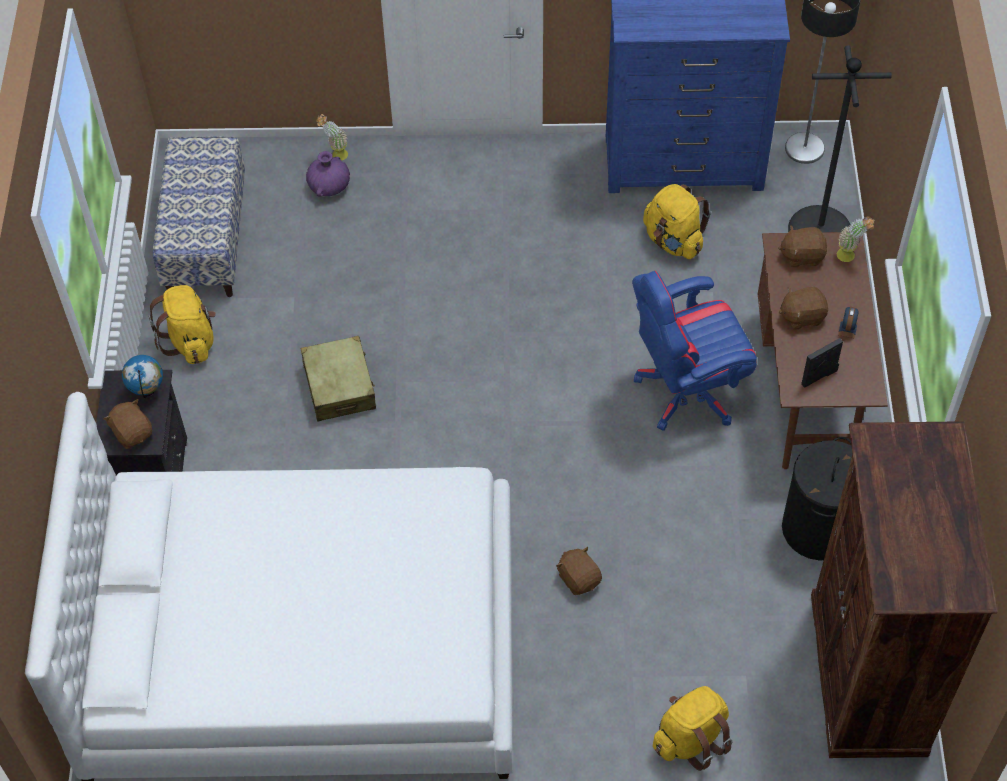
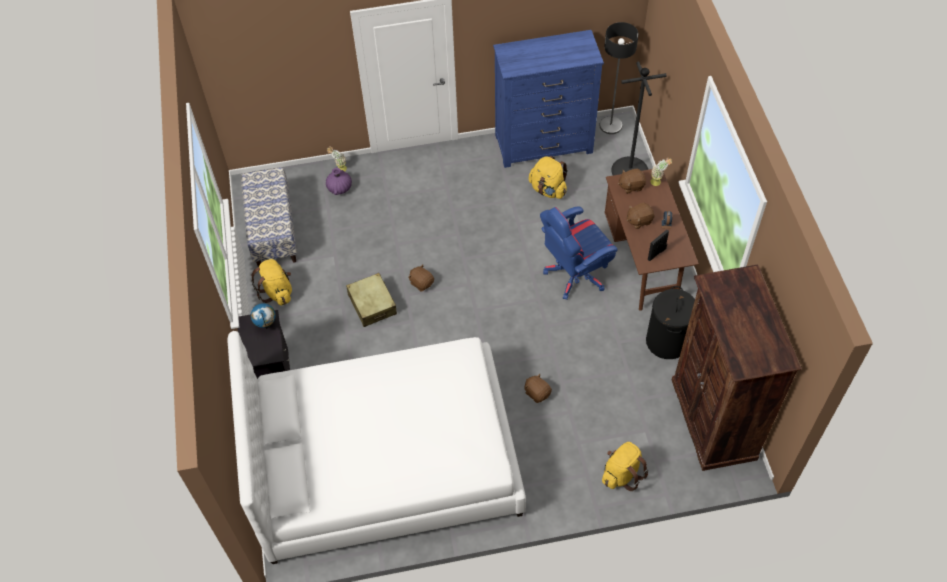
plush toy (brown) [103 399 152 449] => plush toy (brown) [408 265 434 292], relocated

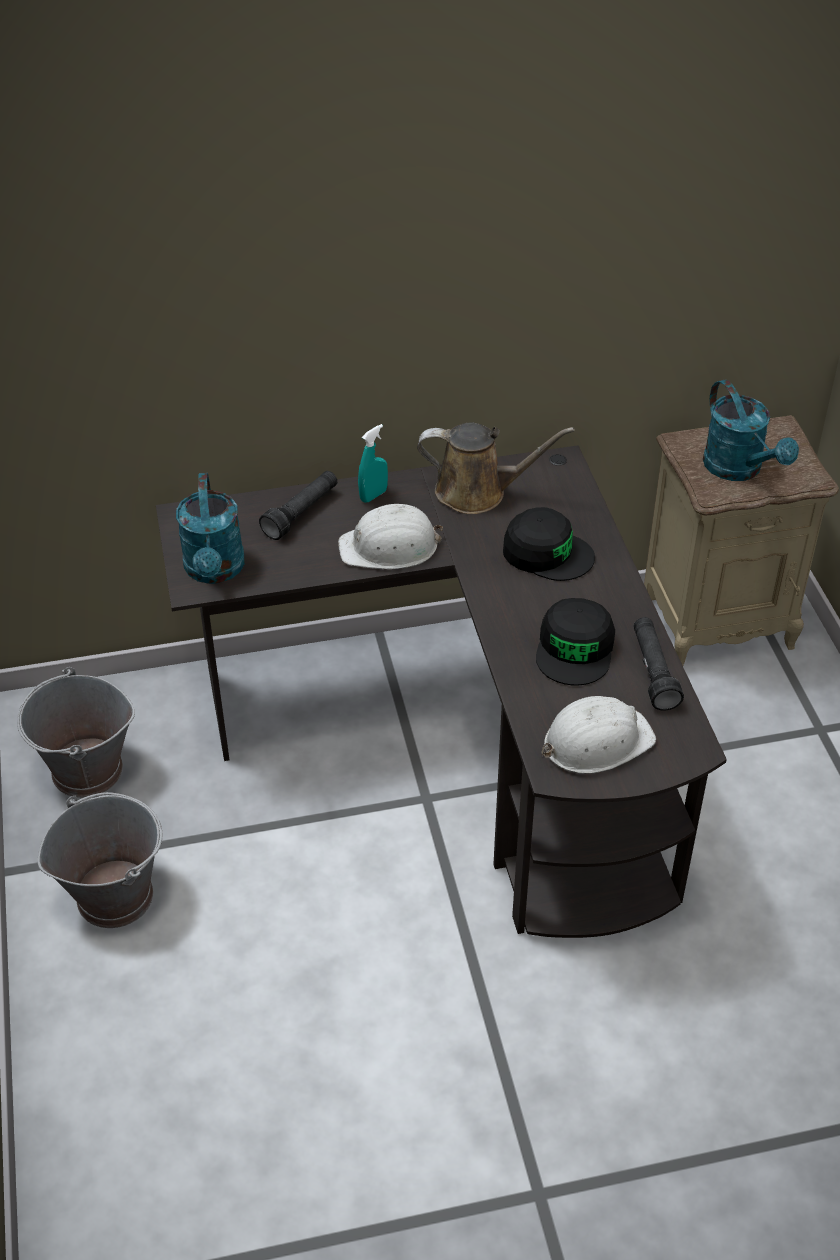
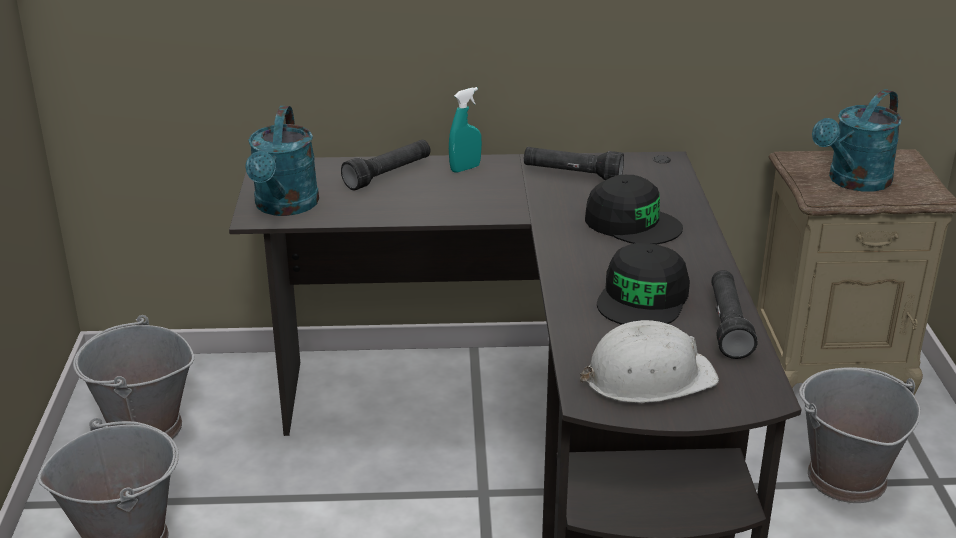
watering can (turquoise) [703 380 799 481] => watering can (turquoise) [812 89 902 192], 60 degrees clockwise
watering can (brown) [417 423 575 514] => flashlight (black) [524 147 624 180]
hard hat (white) [338 504 443 569] => nothing
nothing => bucket (grey) [799 367 921 503]

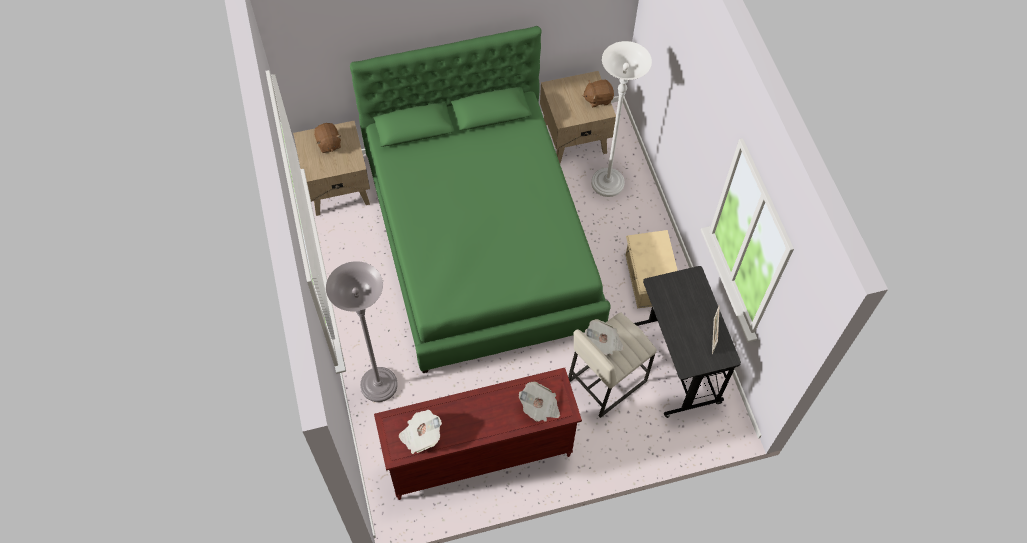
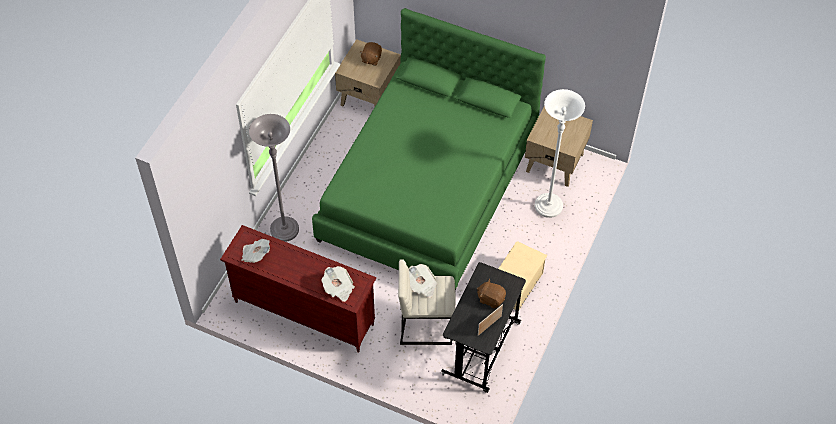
plush toy (brown) [583 80 614 107] => plush toy (brown) [477 279 506 308], relocated

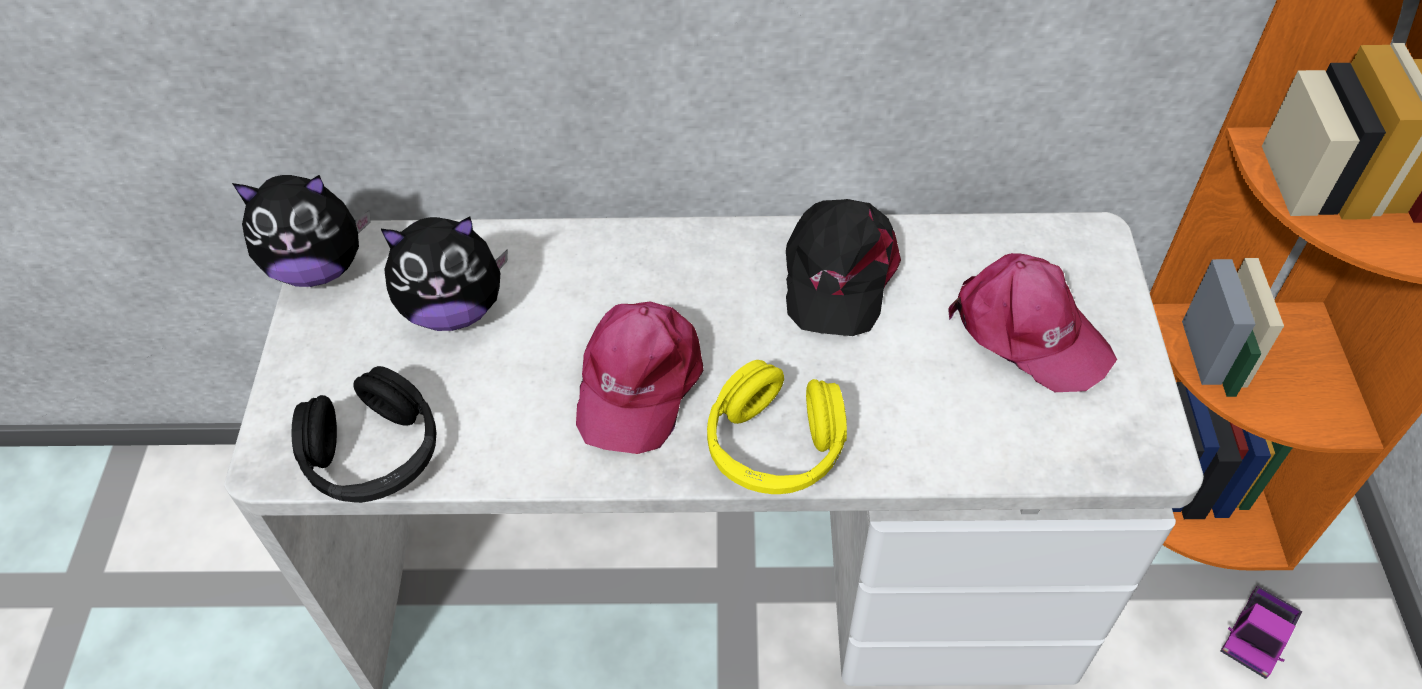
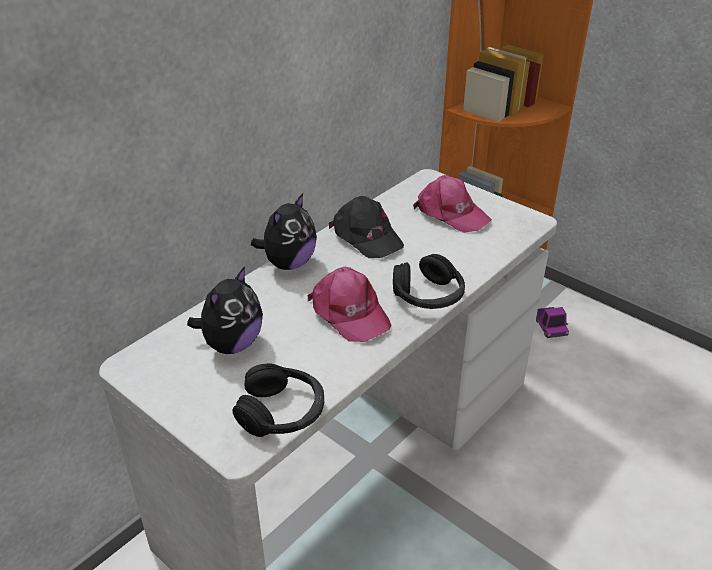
plush toy [232 175 371 287] => plush toy [251 193 317 270], relocated
cap (pink) [948 253 1117 392] => cap (pink) [413 175 492 233], 45 degrees clockwise
headphones (yellow) [707 360 847 494] => headphones (black) [393 254 465 309]

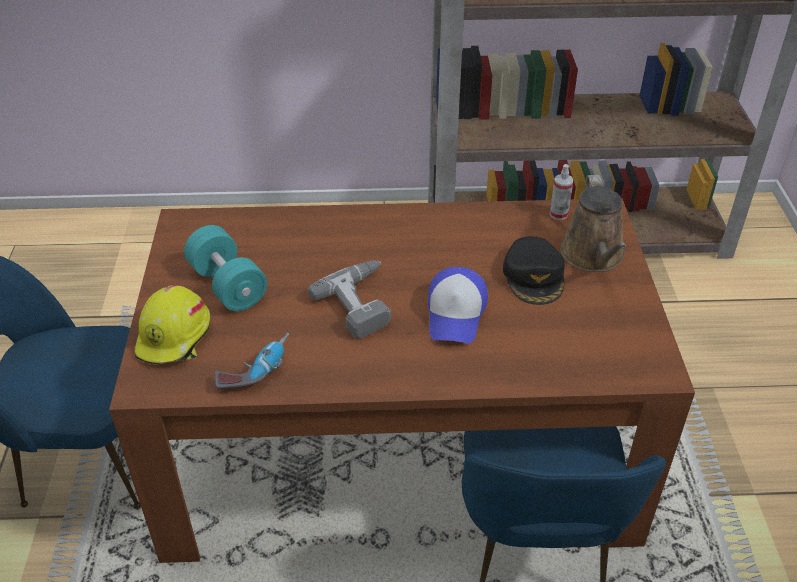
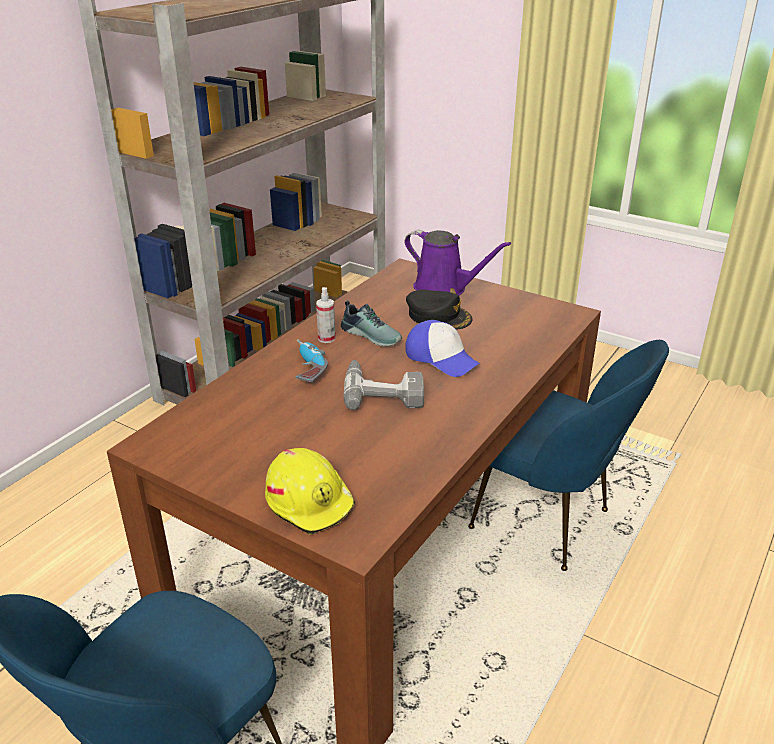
spray bottle [550 164 574 220] => spray bottle [316 287 336 343], relocated
watering can (brown) [560 175 626 272] => watering can (purple) [404 230 511 295]
dumbbell (turquoise) [184 225 267 311] => nothing
power drill [215 333 289 388] => power drill [296 339 328 382], relocated
nothing => shoe [341 300 402 347]

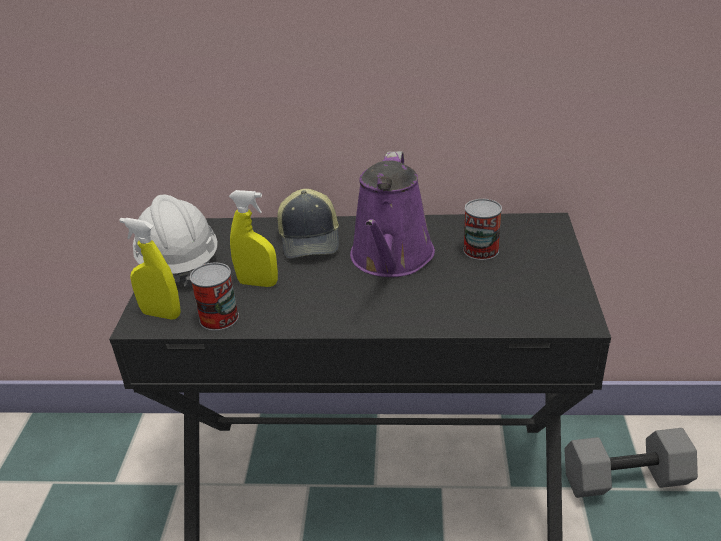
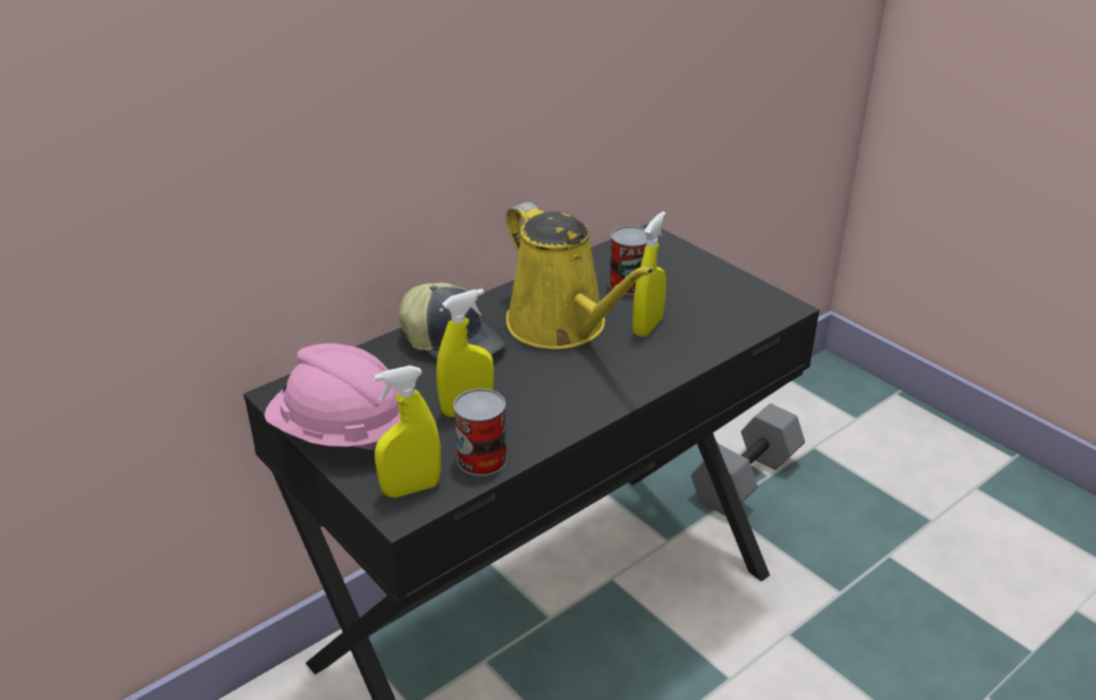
watering can (purple) [350 151 435 277] => watering can (yellow) [506 202 654 349]
hard hat (white) [133 194 218 287] => hard hat (pink) [264 343 401 450]
nothing => spray bottle (yellow) [633 212 666 337]

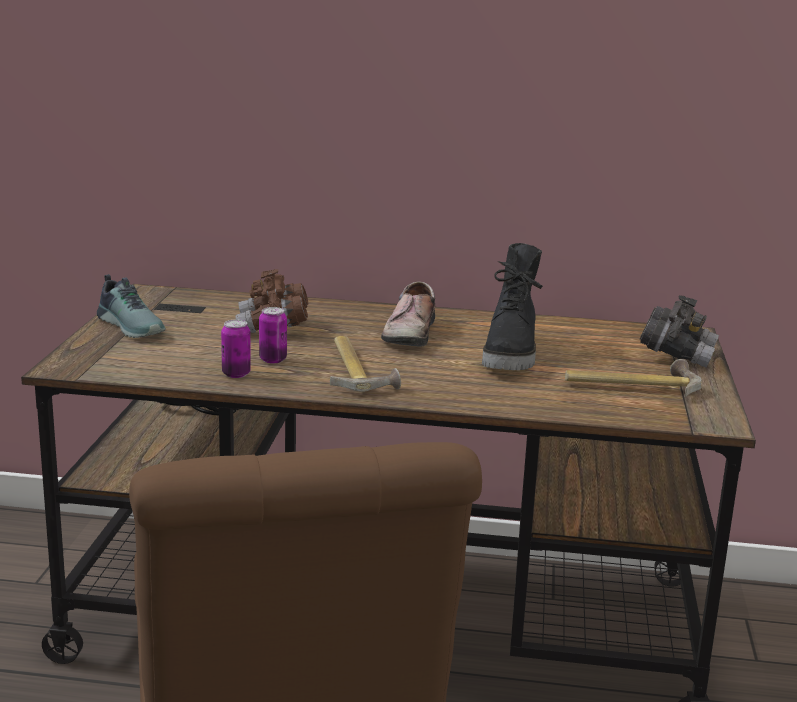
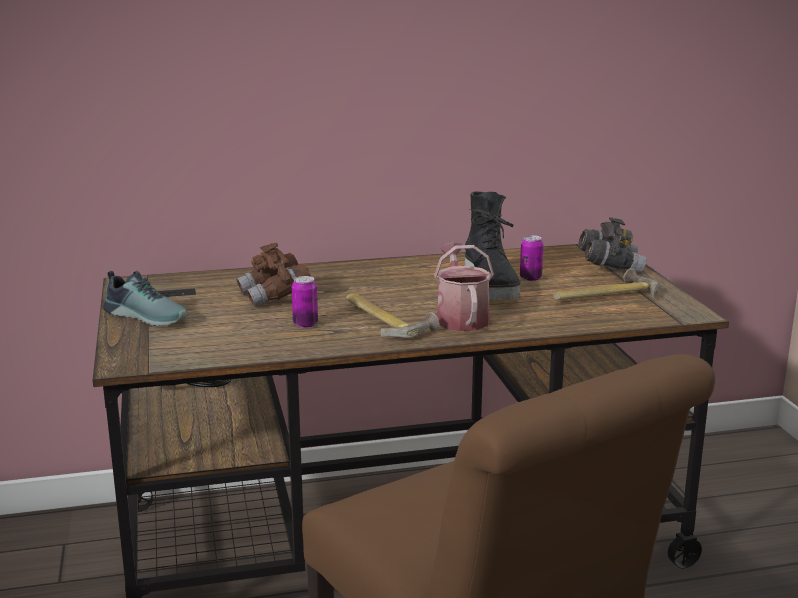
shoe [381 281 435 346] => nothing
can [221 320 251 378] => can [520 235 544 281], relocated
nothing => watering can [434 242 494 331]

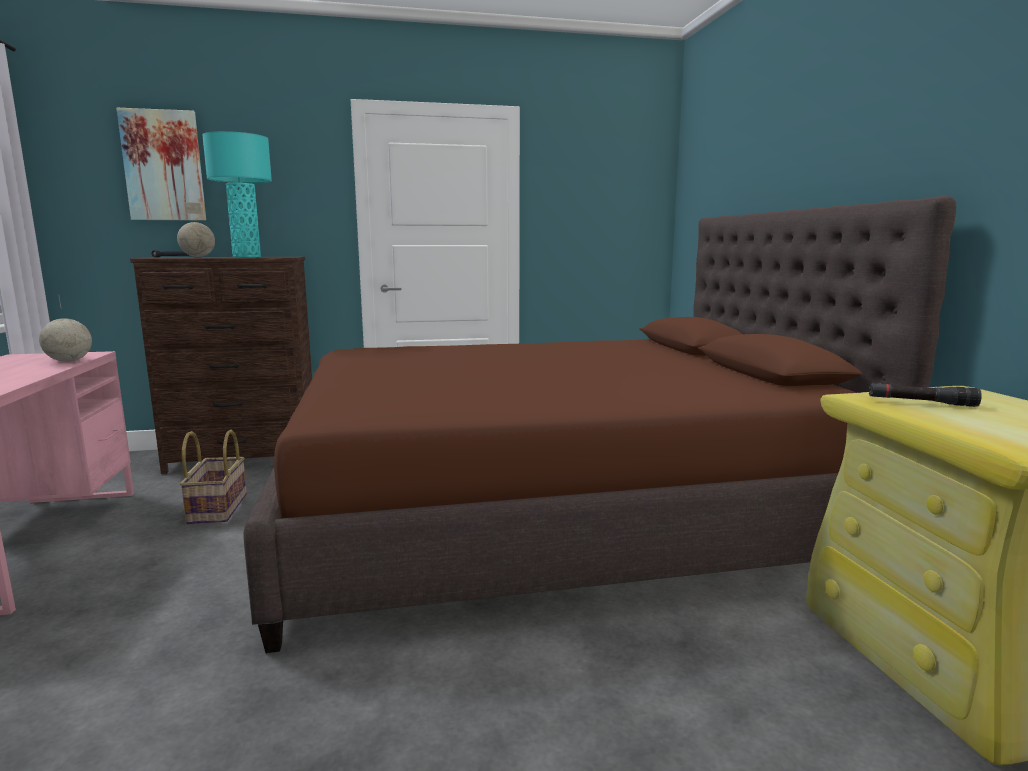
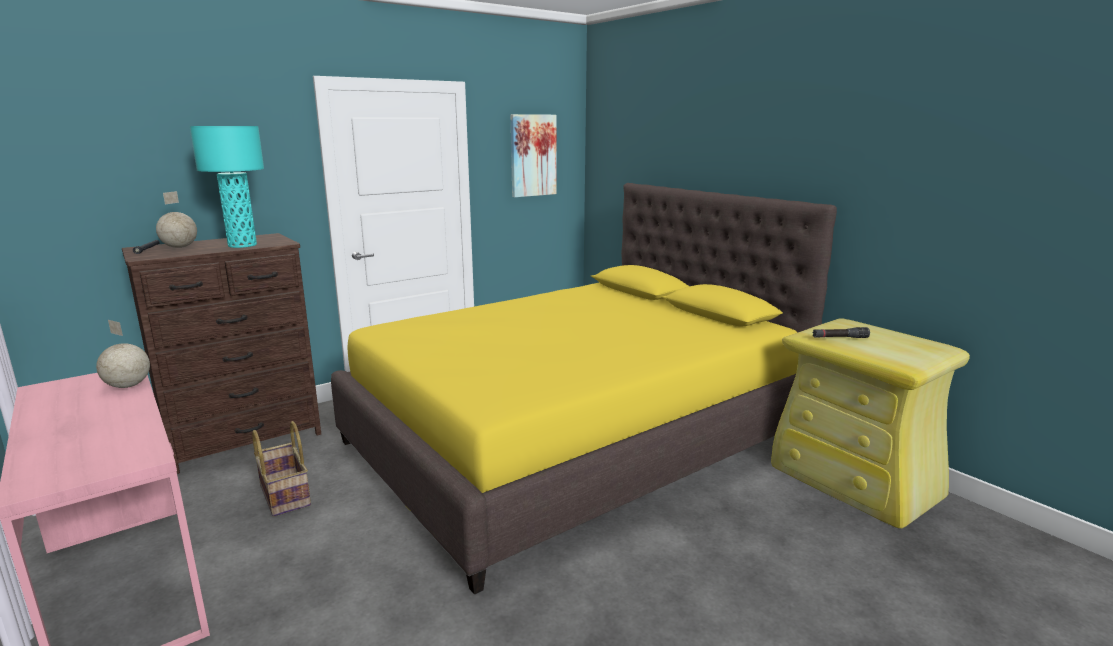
picture [116 108 206 221] => picture [511 114 557 197], relocated
bed (brown) [243 196 956 653] => bed (yellow) [331 183 837 595]

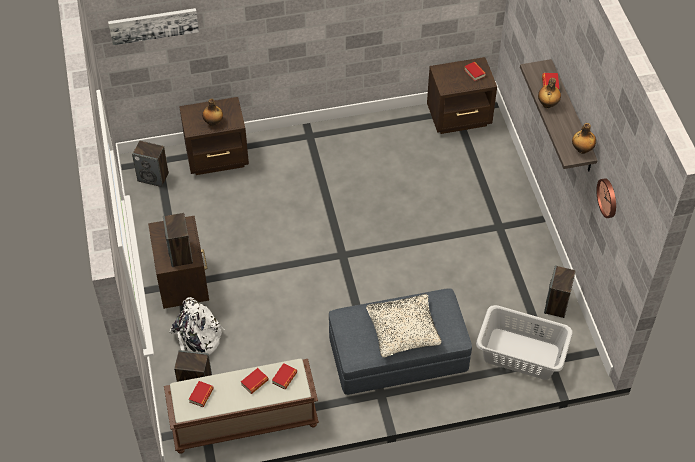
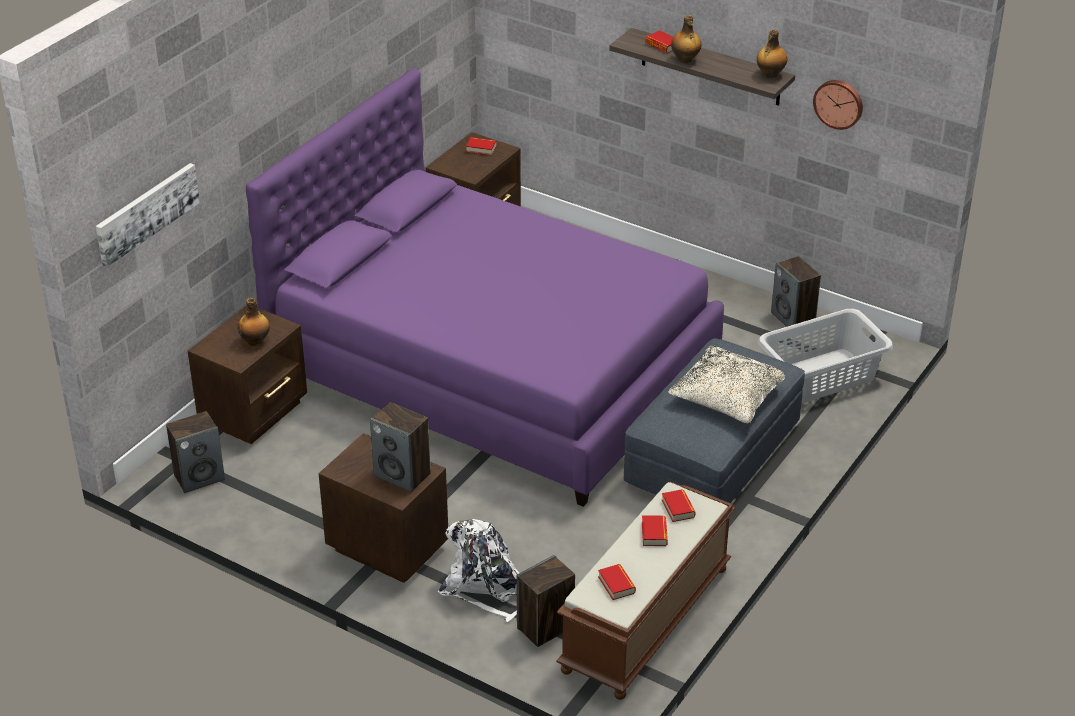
nothing => bed (purple) [246 69 724 507]

